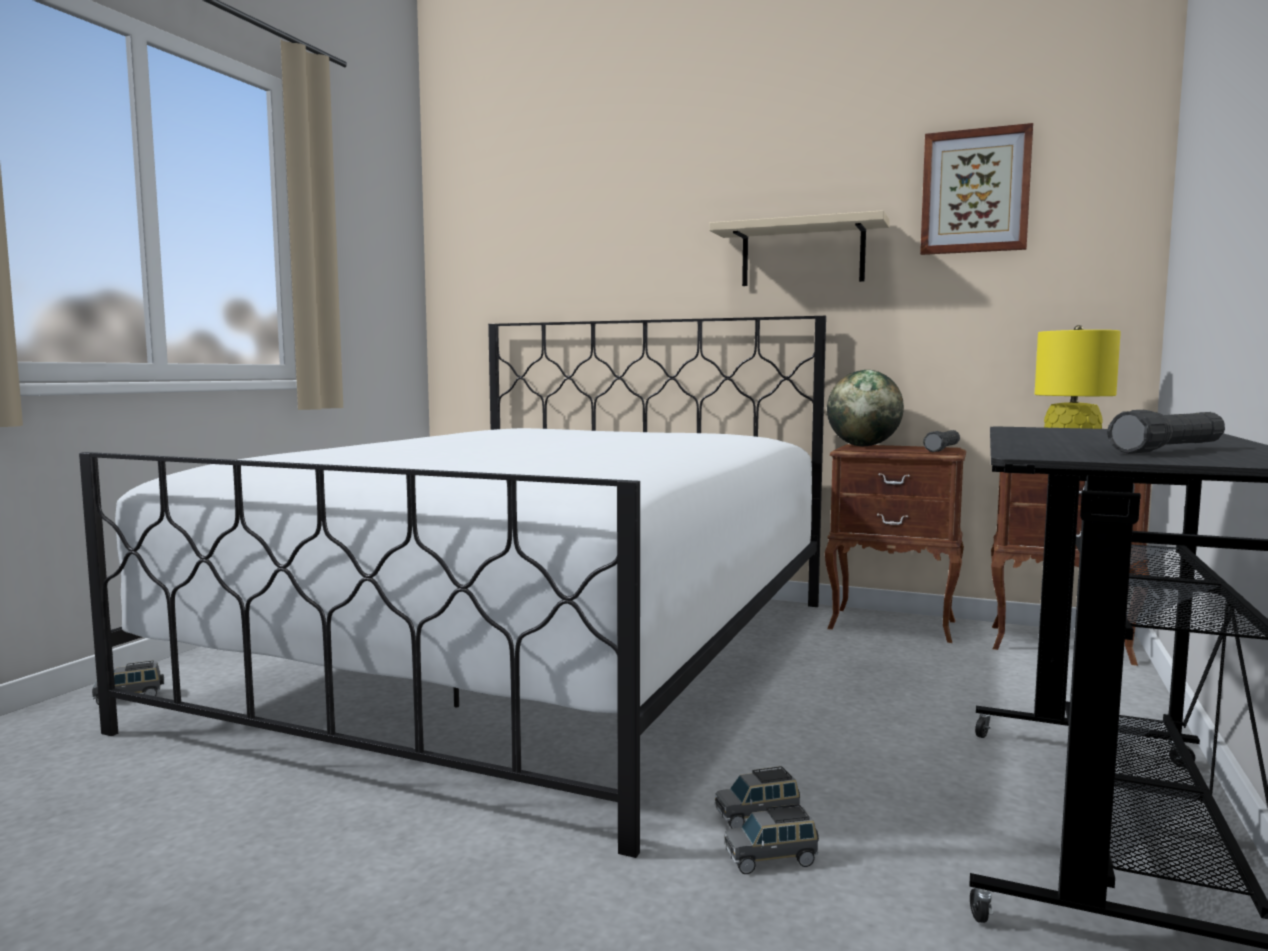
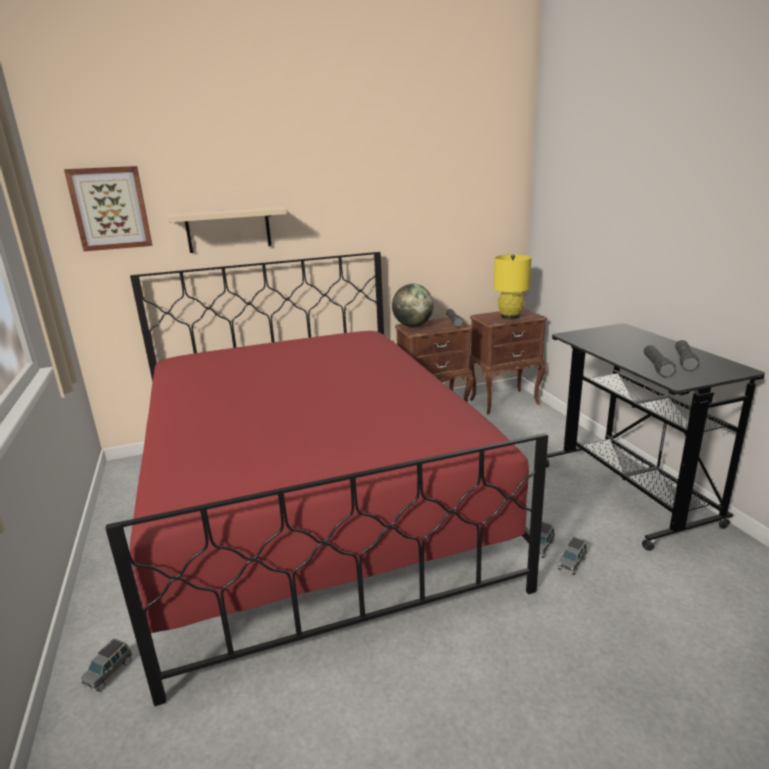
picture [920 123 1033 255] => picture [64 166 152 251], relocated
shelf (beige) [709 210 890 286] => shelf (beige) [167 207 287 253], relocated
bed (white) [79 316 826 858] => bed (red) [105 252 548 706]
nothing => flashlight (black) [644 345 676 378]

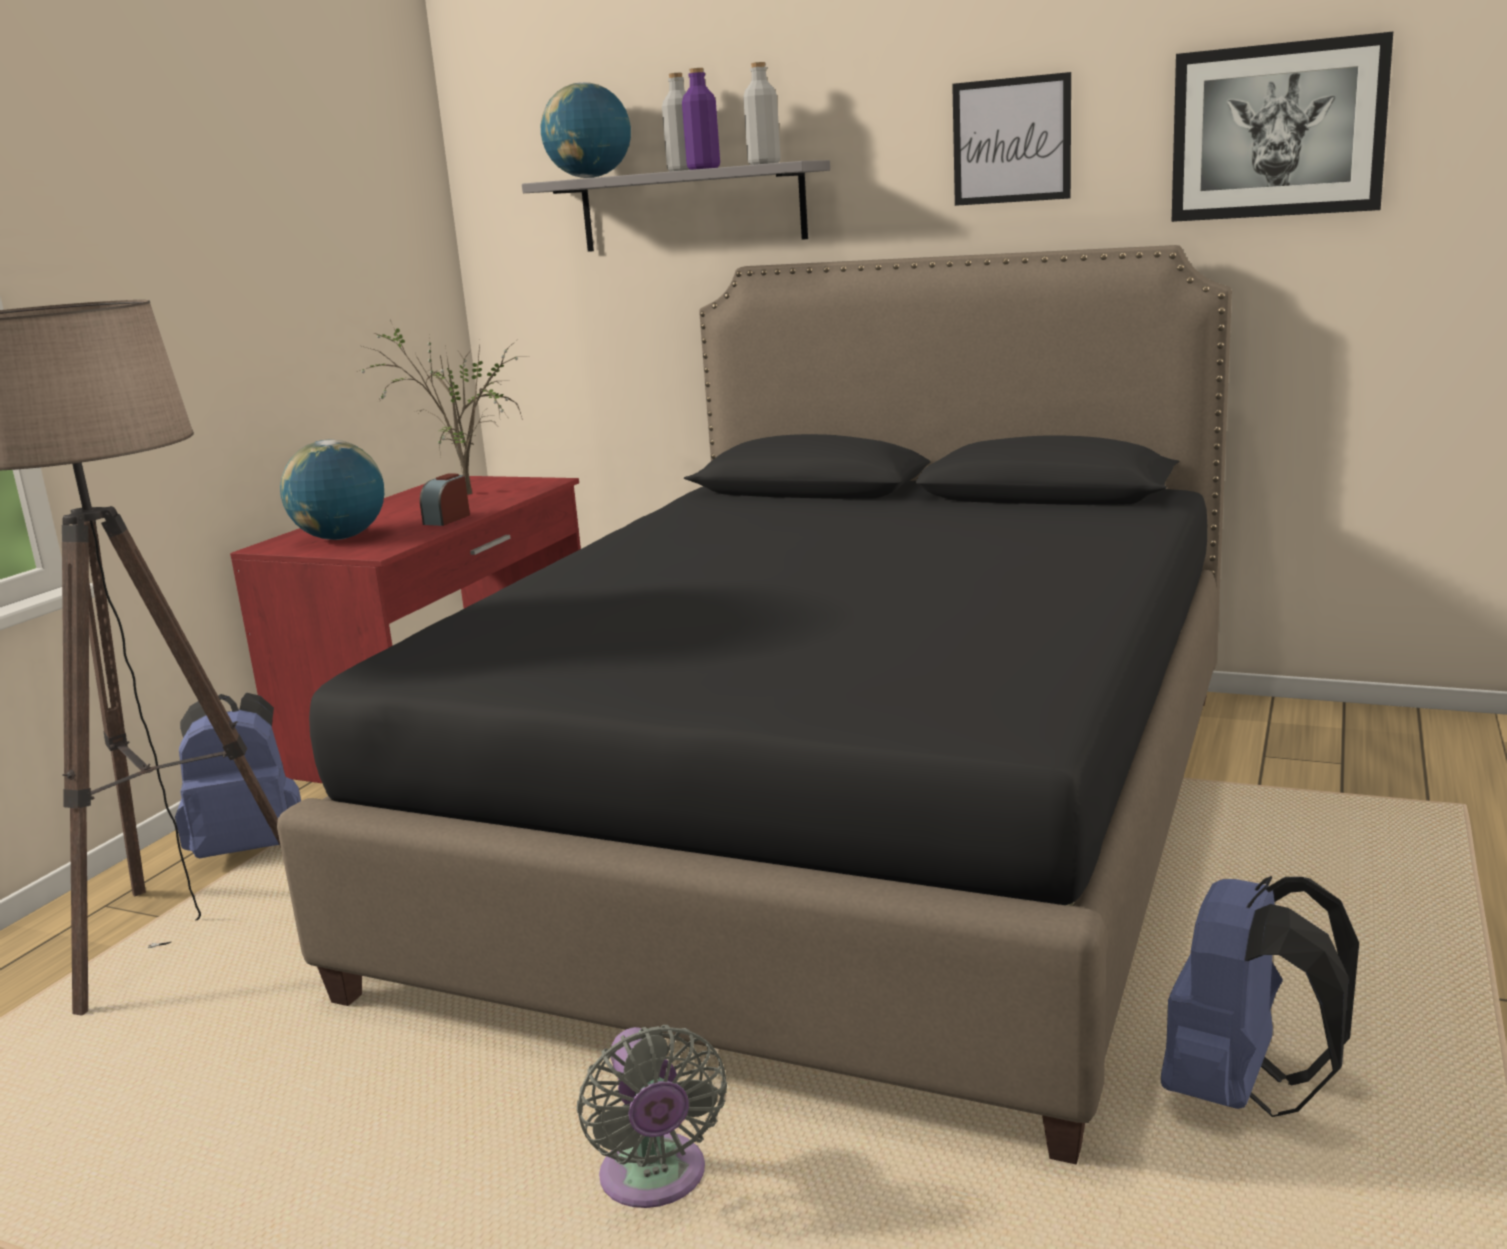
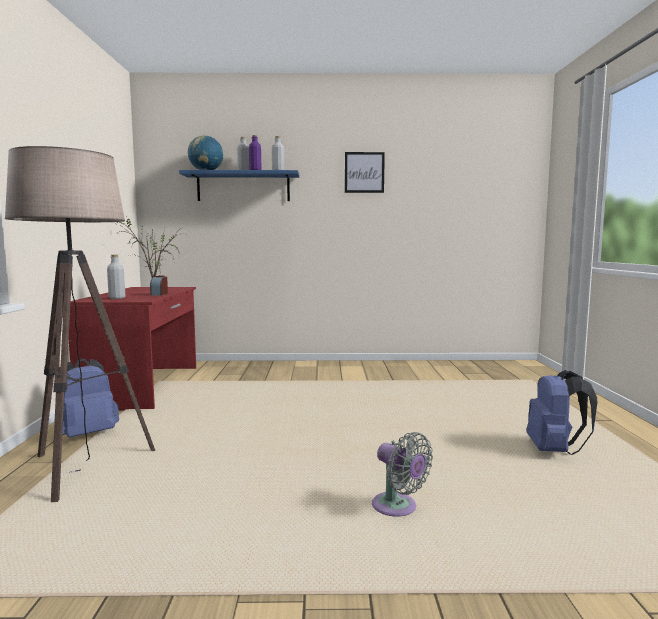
picture [1172 32 1393 222] => nothing
shelf (grey) [522 160 830 252] => shelf (blue) [179 170 299 201]
bed (black) [277 245 1232 1165] => nothing
globe [280 440 384 540] => bottle (grey) [107 255 125 299]

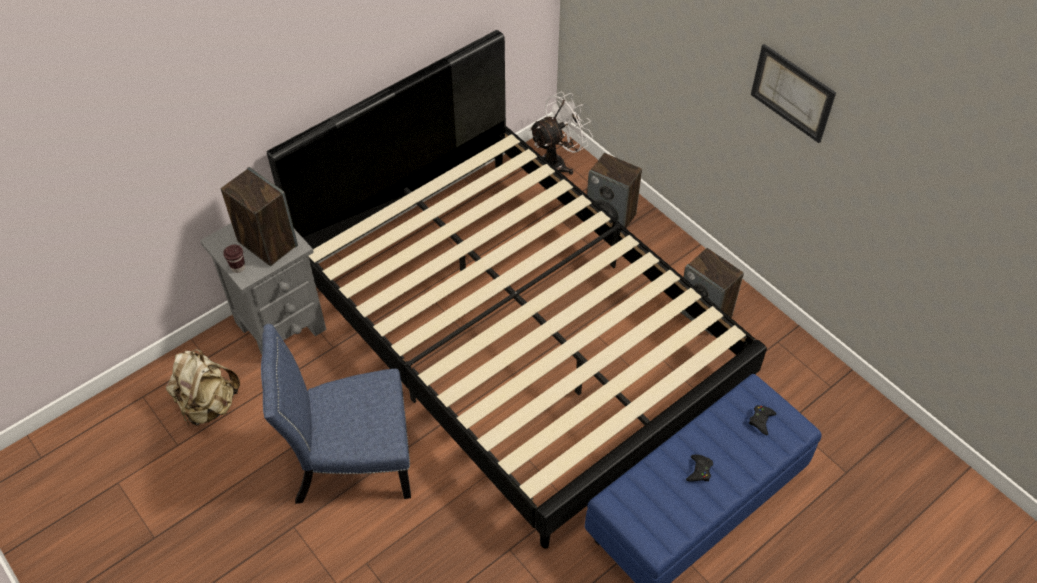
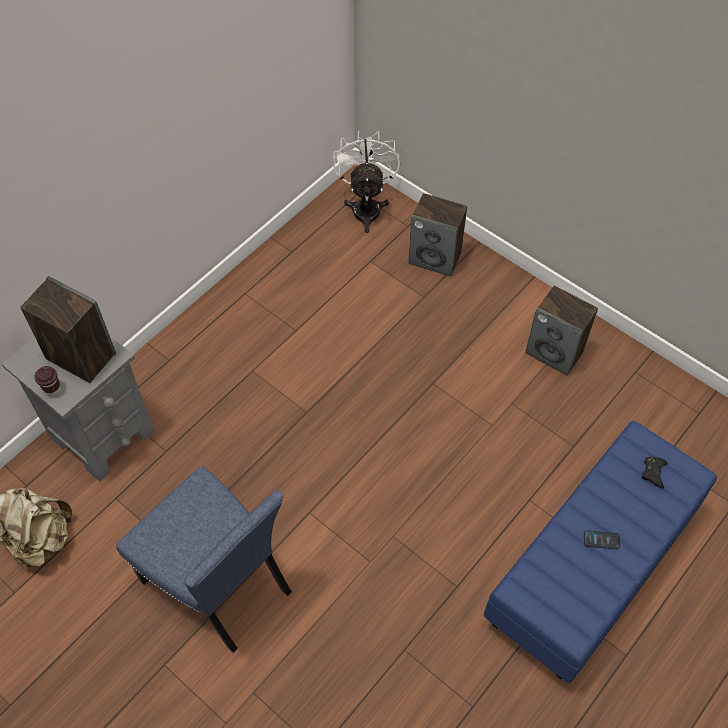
bed (black) [267 30 767 549] => nothing
picture [751 44 836 143] => nothing
fan (white) [529 92 593 175] => fan (white) [333 130 400 233], 45 degrees counterclockwise
chair (blue) [261 324 411 504] => chair (blue) [116 466 292 653], 120 degrees counterclockwise
game controller (black) [686 454 713 482] => phone [584 530 620 550]

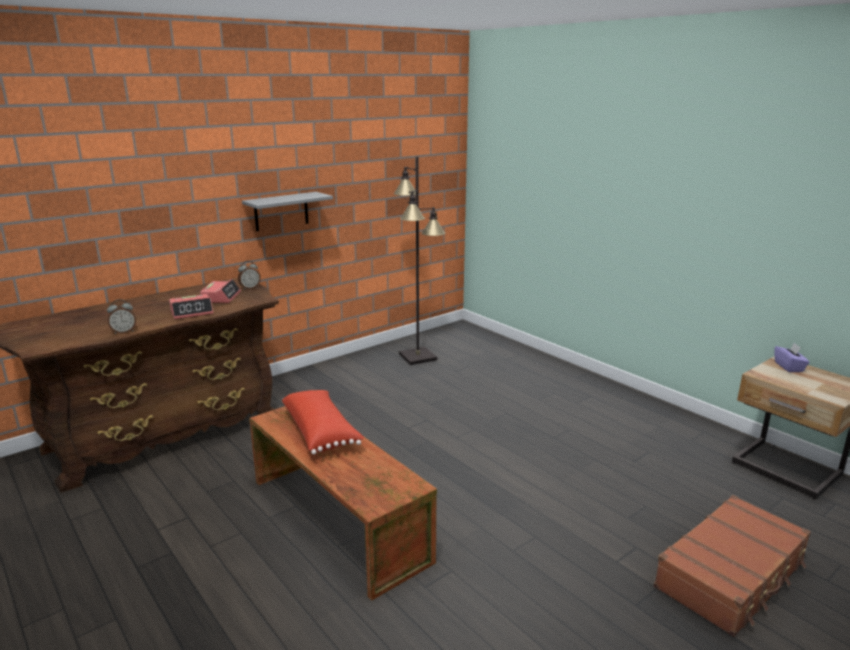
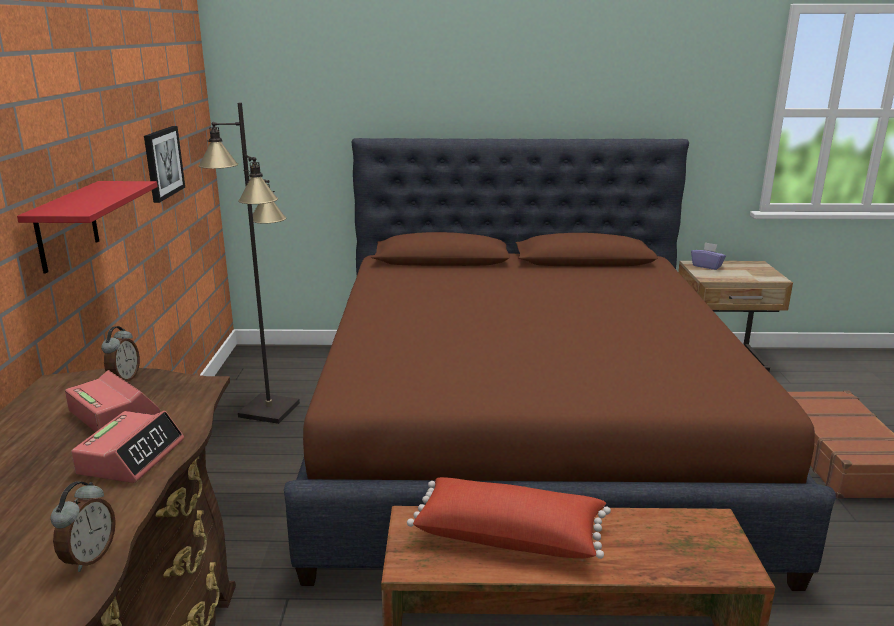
shelf (grey) [242 192 333 231] => shelf (red) [17 181 158 274]
nothing => picture [144 126 185 203]
nothing => bed (brown) [284 138 836 591]

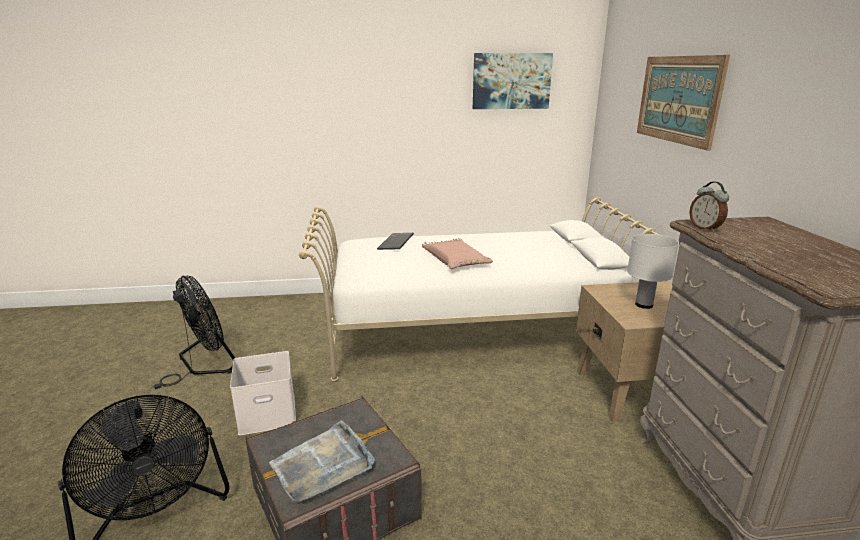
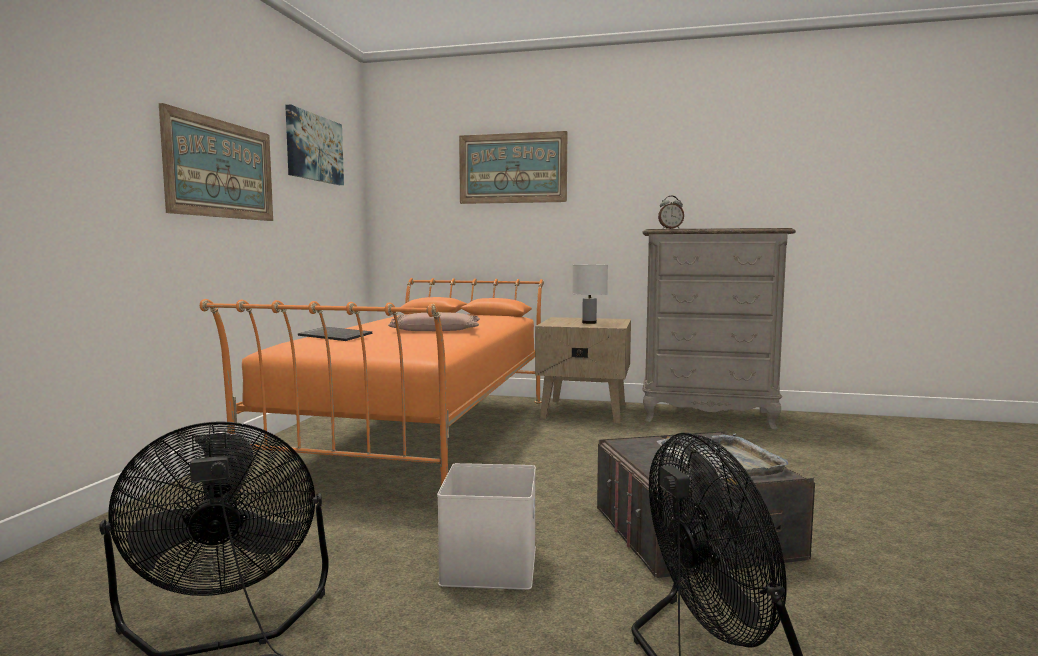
bed (white) [299 197 659 382] => bed (orange) [200 278 544 494]
nothing => picture [159 103 273 221]

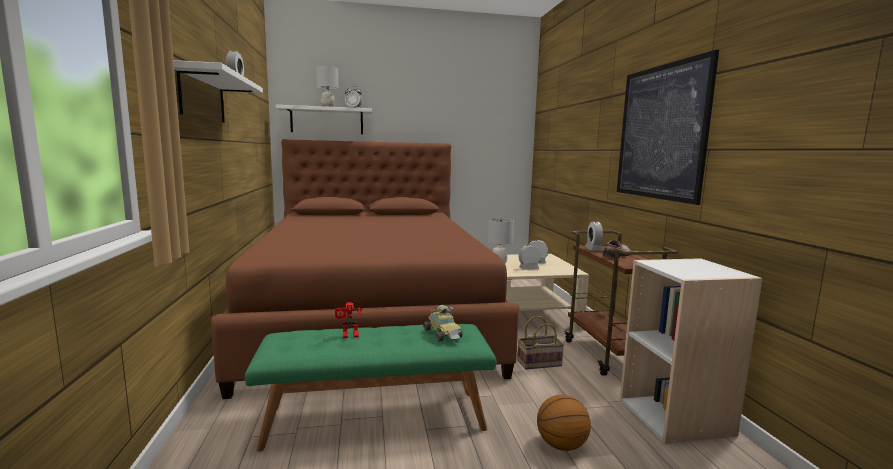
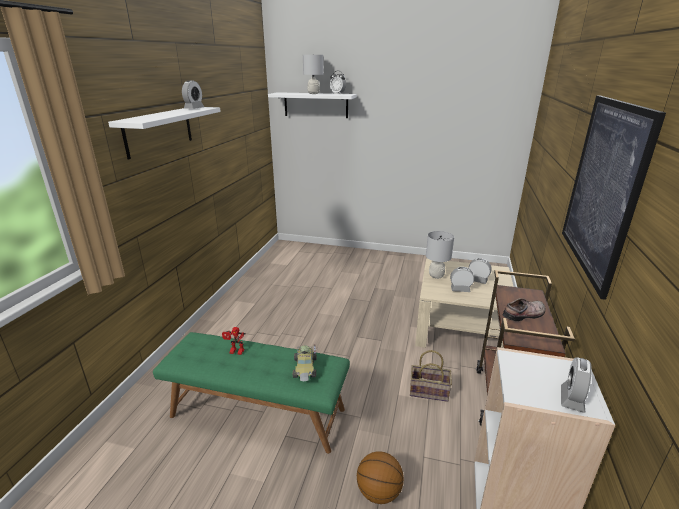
bed (brown) [211 139 520 399] => nothing
alarm clock [585 221 603 251] => alarm clock [561 357 592 413], relocated

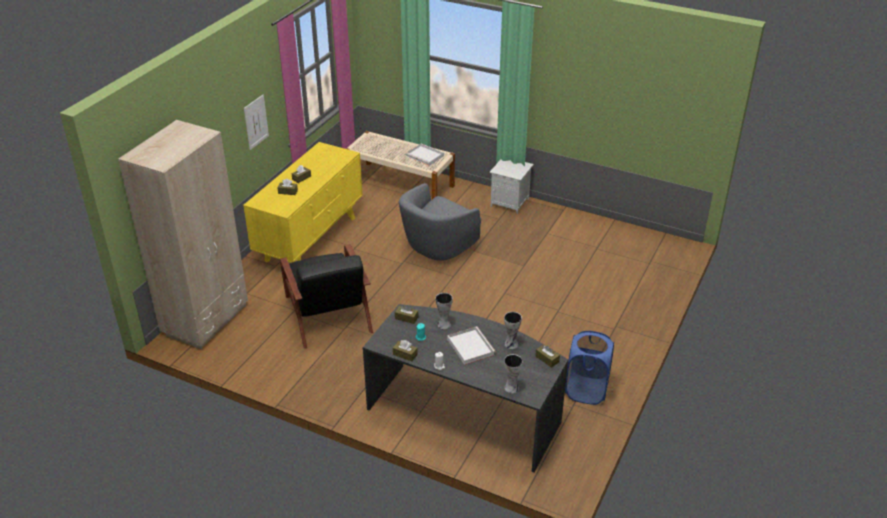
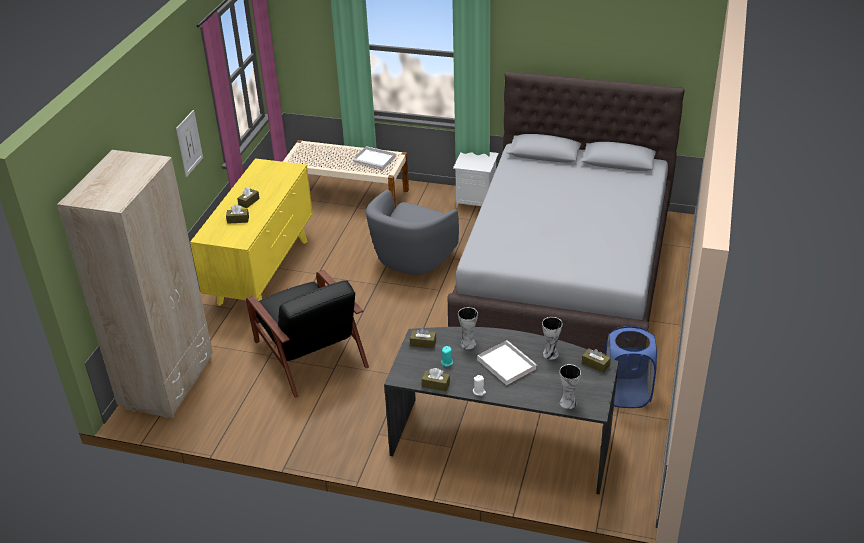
nothing => bed (grey) [447 71 684 354]

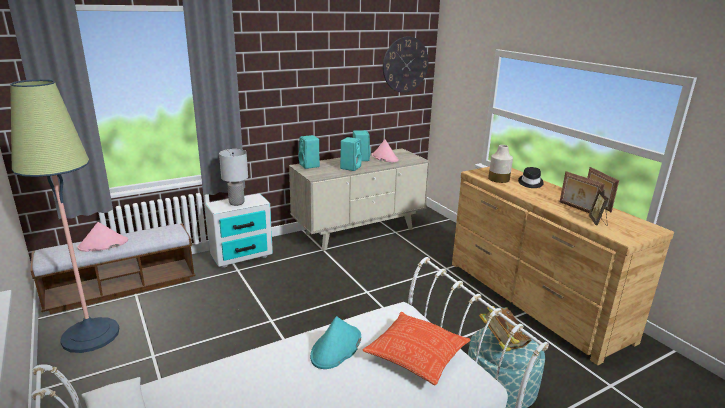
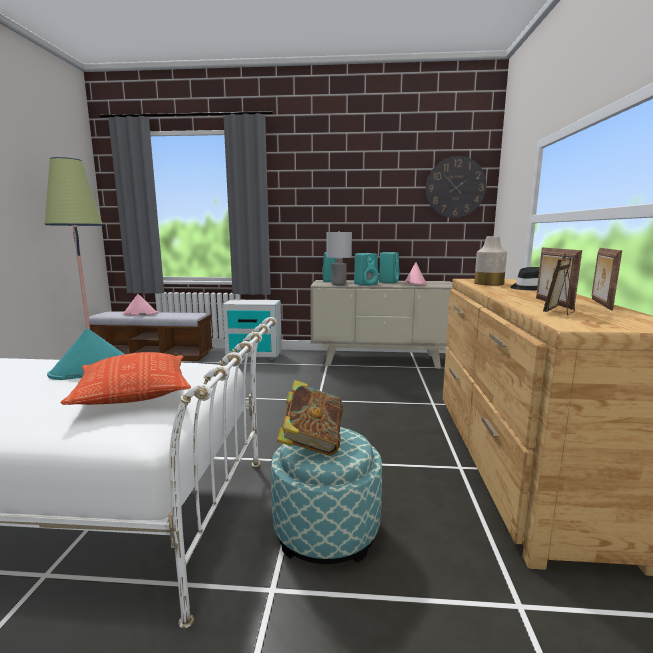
table lamp (grey) [219 149 248 206] => table lamp (grey) [327 231 352 285], relocated

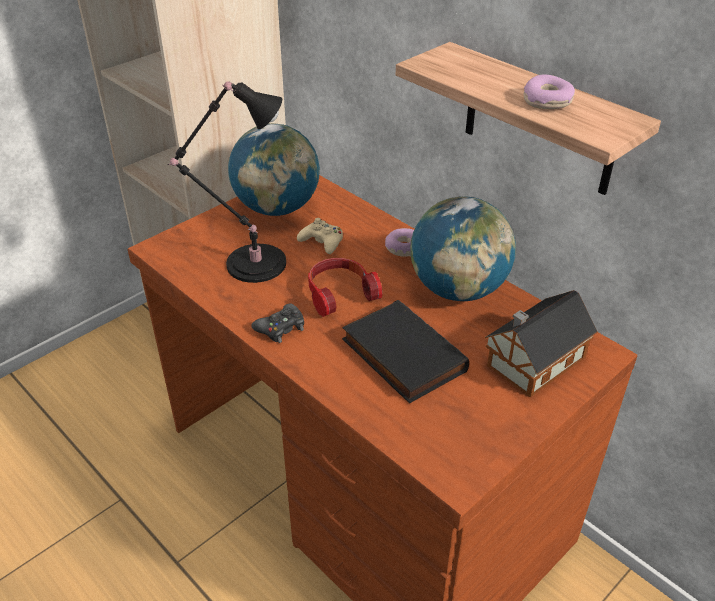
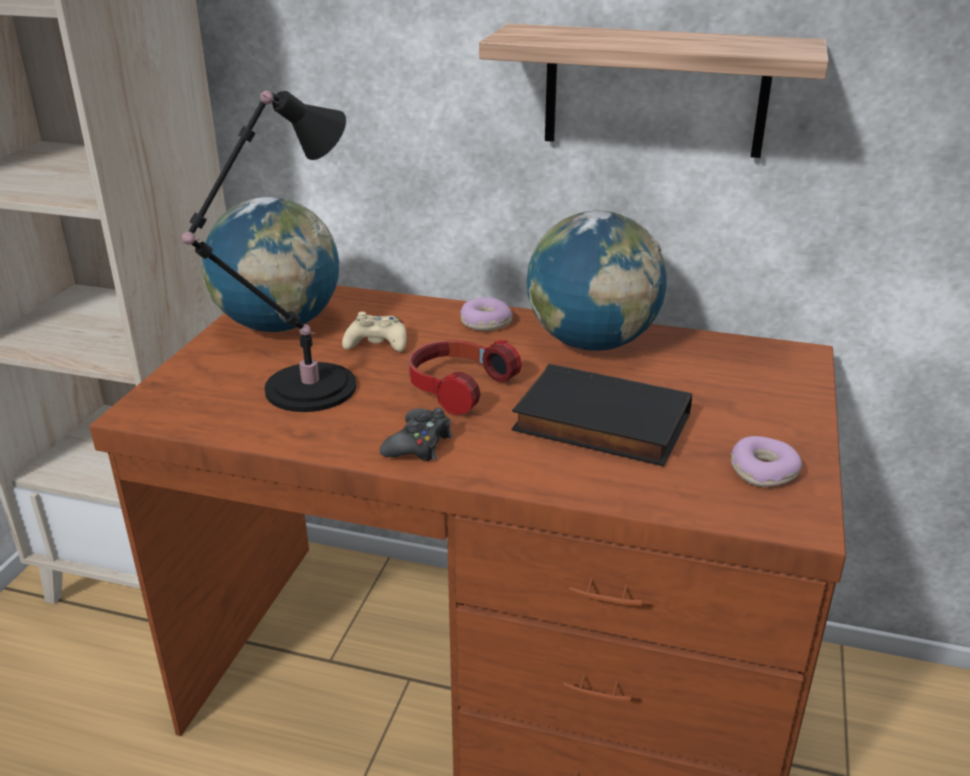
donut [524 74 575 109] => donut [731 436 802 487], relocated
toy house [485 290 598 397] => nothing

